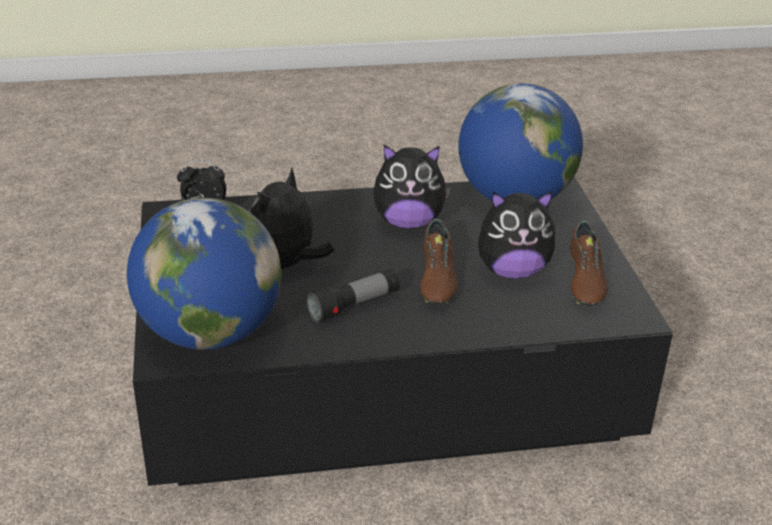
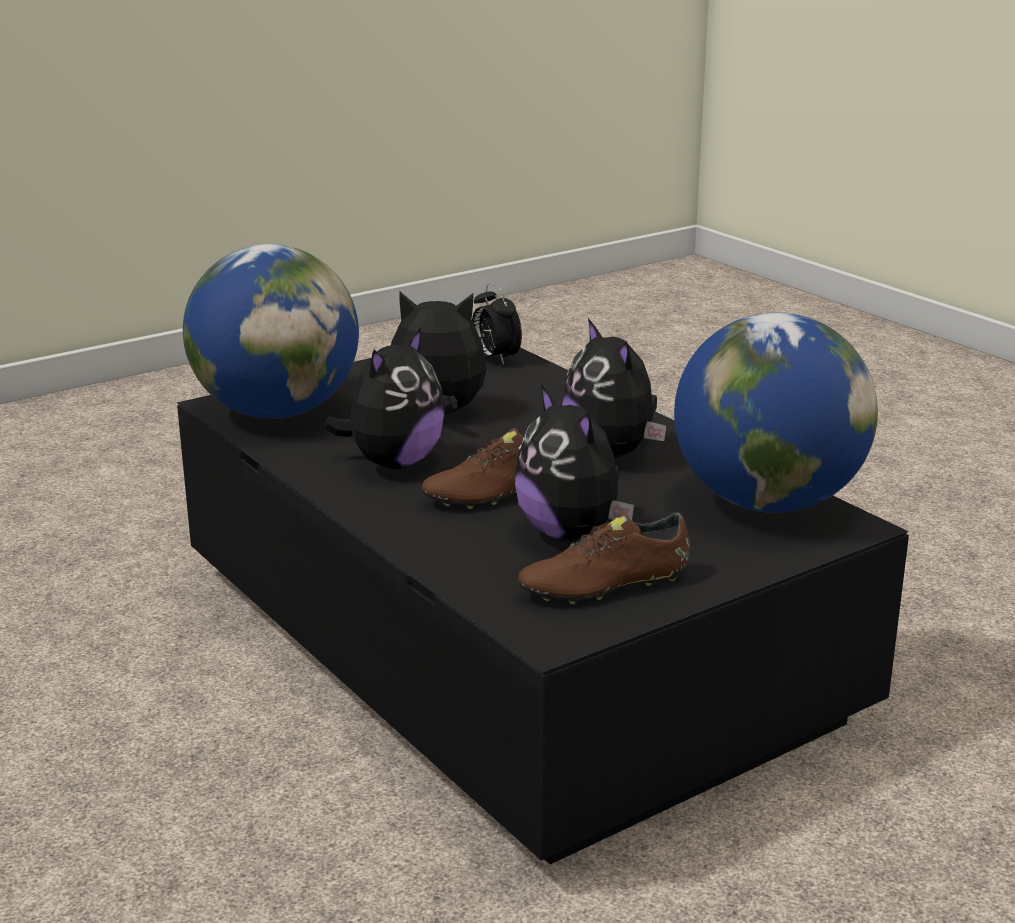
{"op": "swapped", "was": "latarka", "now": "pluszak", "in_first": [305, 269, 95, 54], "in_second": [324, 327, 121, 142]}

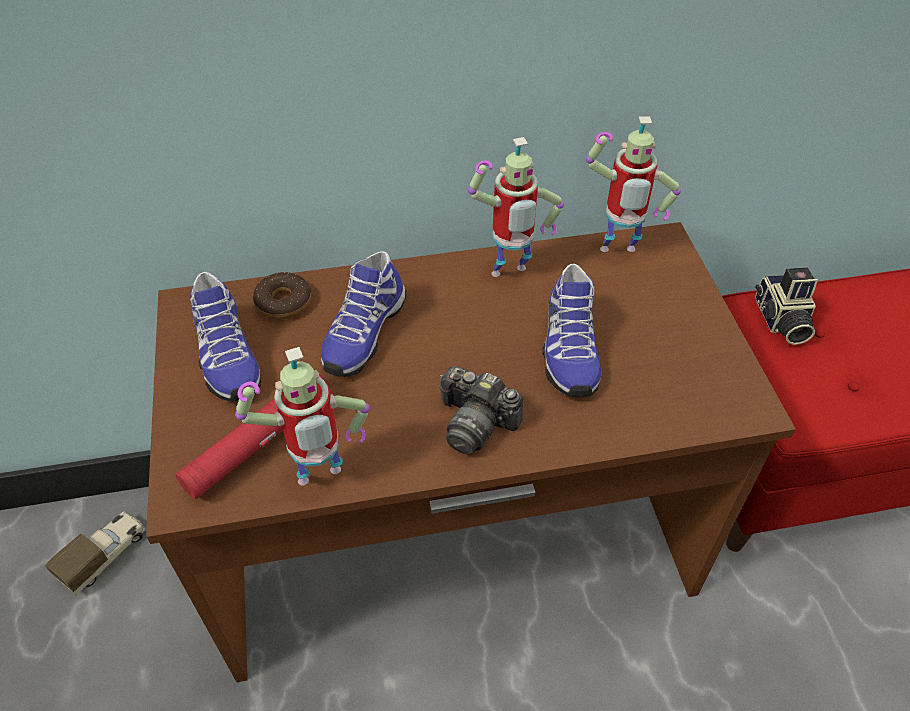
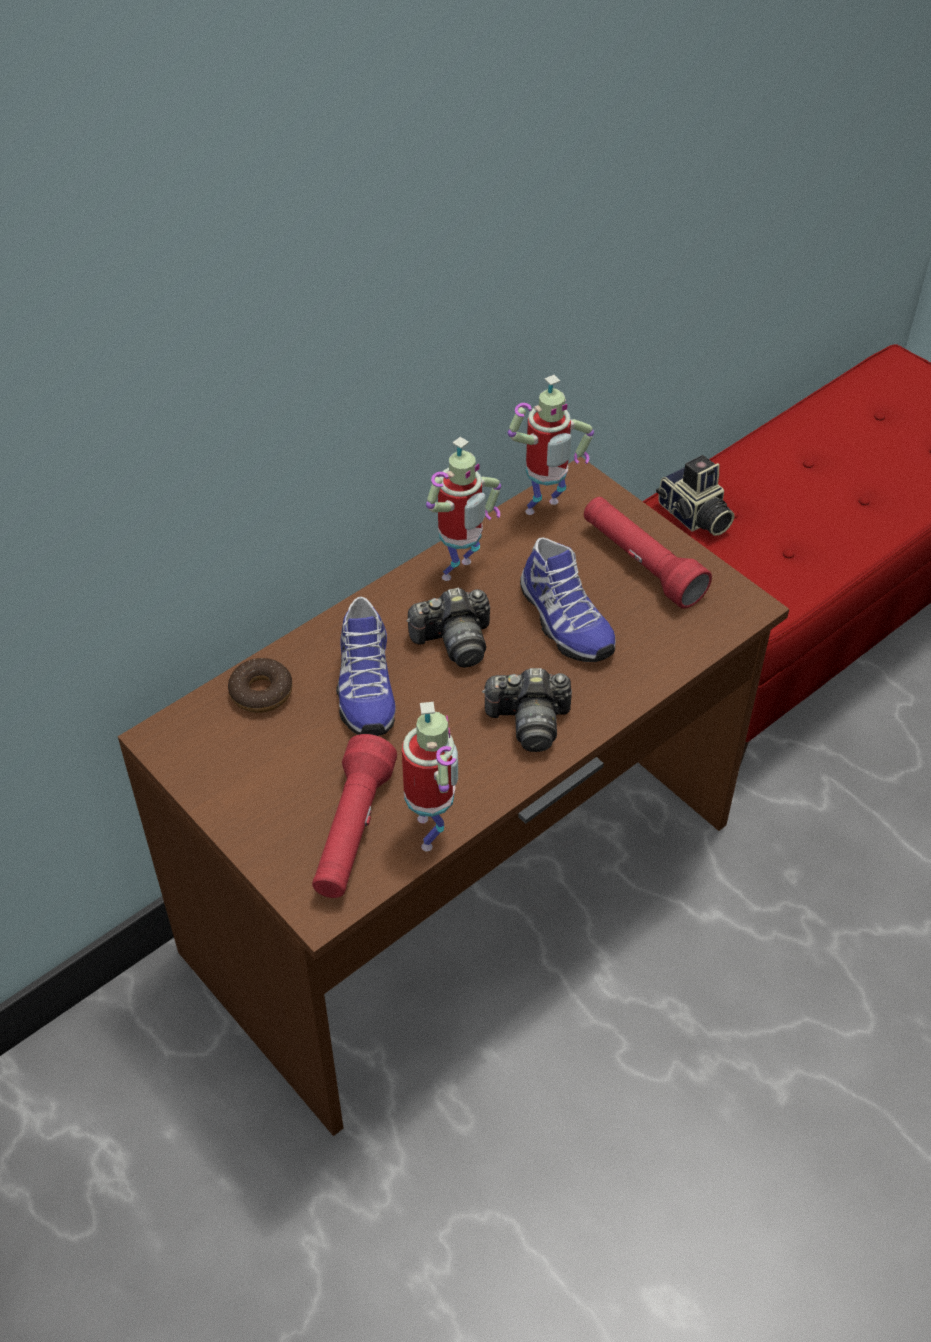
{"op": "rotated", "was": "robot zabawkowy", "in_first": [235, 347, 135, 138], "in_second": [402, 702, 56, 150], "clockwise": -45}
{"op": "new", "now": "aparat fotograficzny", "in_second": [407, 588, 83, 80]}
{"op": "new", "now": "latarka (czerwony)", "in_second": [584, 497, 128, 112]}
{"op": "gone", "was": "ciężarówka zabawkowa", "in_first": [45, 511, 101, 85]}
{"op": "gone", "was": "but", "in_first": [190, 272, 71, 130]}

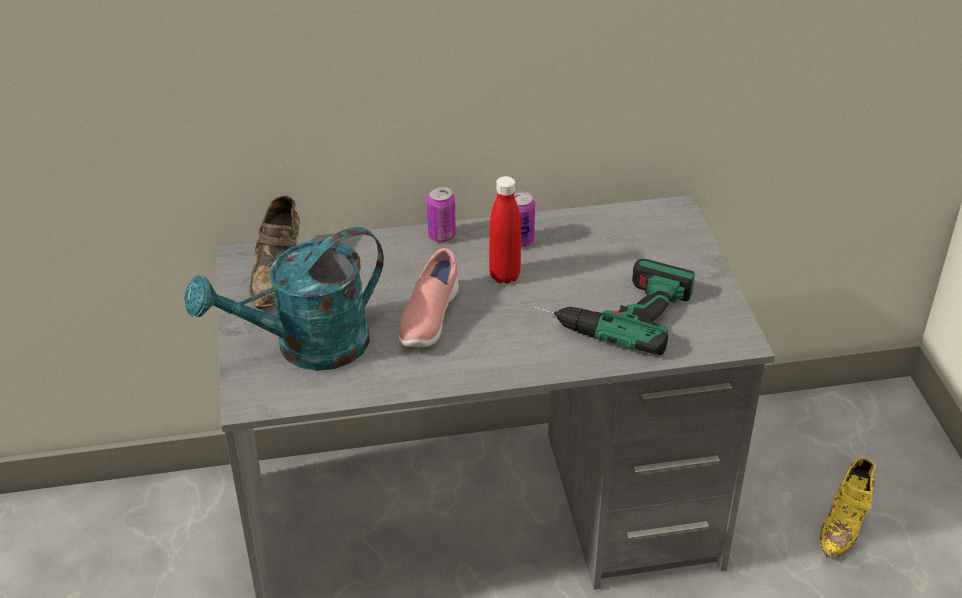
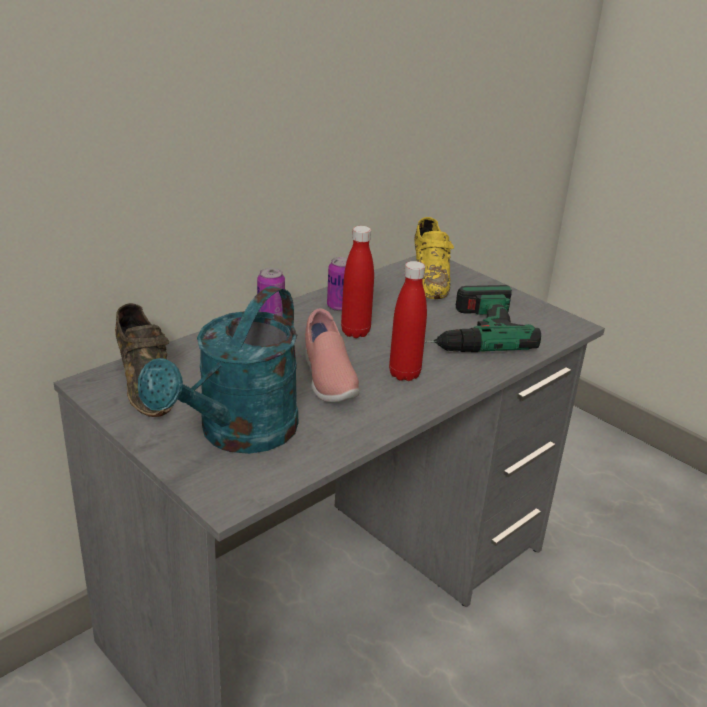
{"op": "new", "now": "butelka (czerwony)", "in_second": [389, 261, 38, 120]}
{"op": "shifted", "was": "but (żółty)", "in_first": [819, 458, 57, 100], "in_second": [414, 217, 40, 82]}

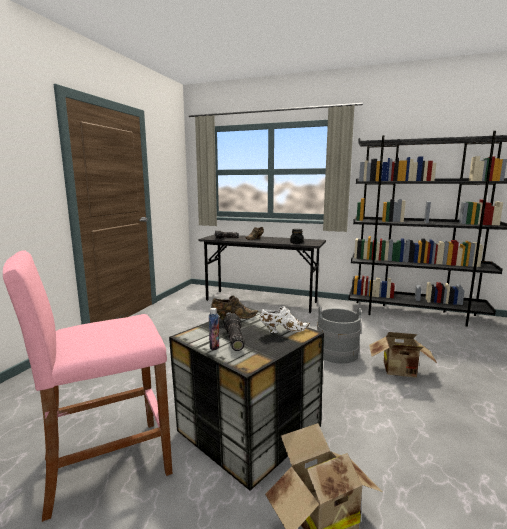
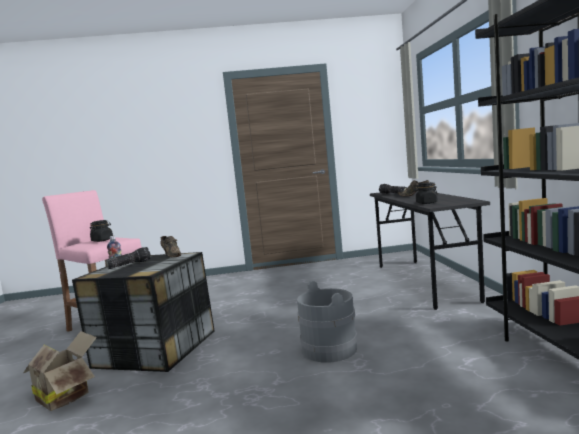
{"op": "new", "now": "słoik (czarny)", "in_second": [90, 220, 23, 22]}
{"op": "gone", "was": "but (biały)", "in_first": [260, 306, 50, 27]}
{"op": "gone", "was": "karton", "in_first": [369, 332, 68, 46]}

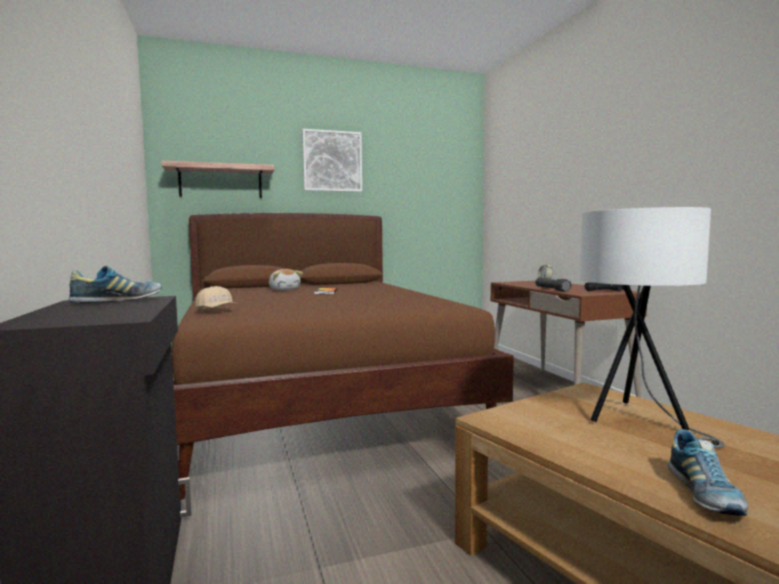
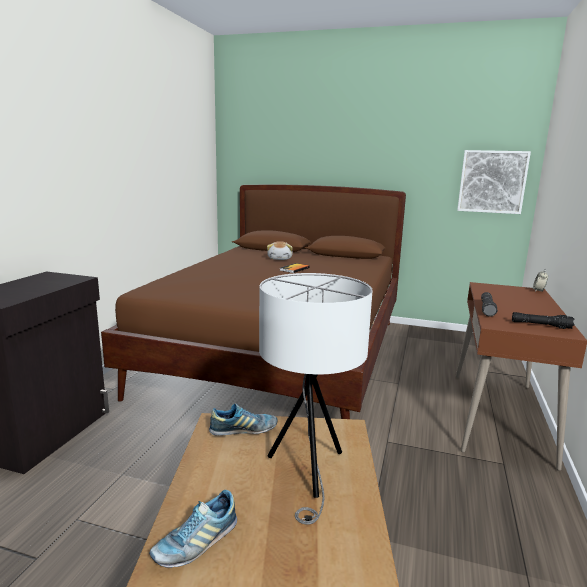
{"op": "shifted", "was": "but", "in_first": [69, 266, 93, 37], "in_second": [209, 403, 69, 33]}
{"op": "shifted", "was": "obraz", "in_first": [302, 129, 60, 63], "in_second": [457, 150, 74, 64]}
{"op": "gone", "was": "półka", "in_first": [161, 161, 114, 37]}
{"op": "gone", "was": "czapka z daszkiem (beżowy)", "in_first": [195, 286, 42, 24]}

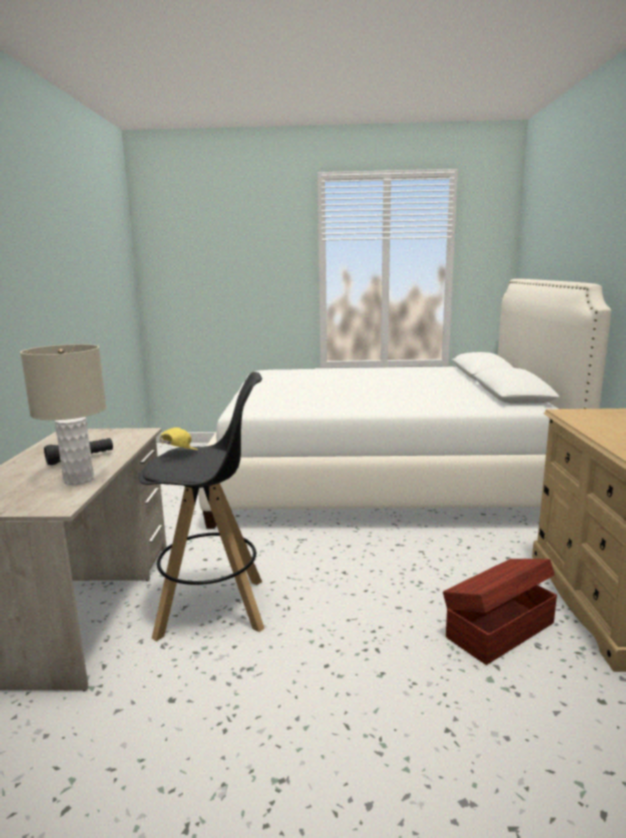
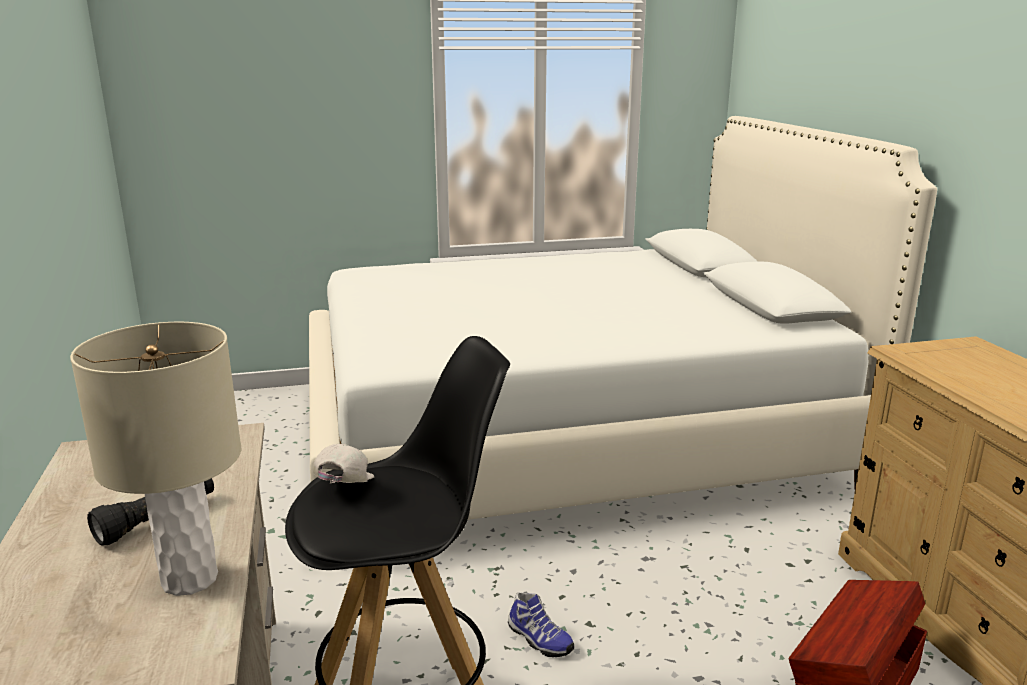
{"op": "repainted", "was": "czapka z daszkiem (żółty)", "now": "czapka z daszkiem (biały)", "in_first": [160, 427, 38, 23], "in_second": [313, 444, 61, 40]}
{"op": "new", "now": "but", "in_second": [508, 592, 66, 65]}

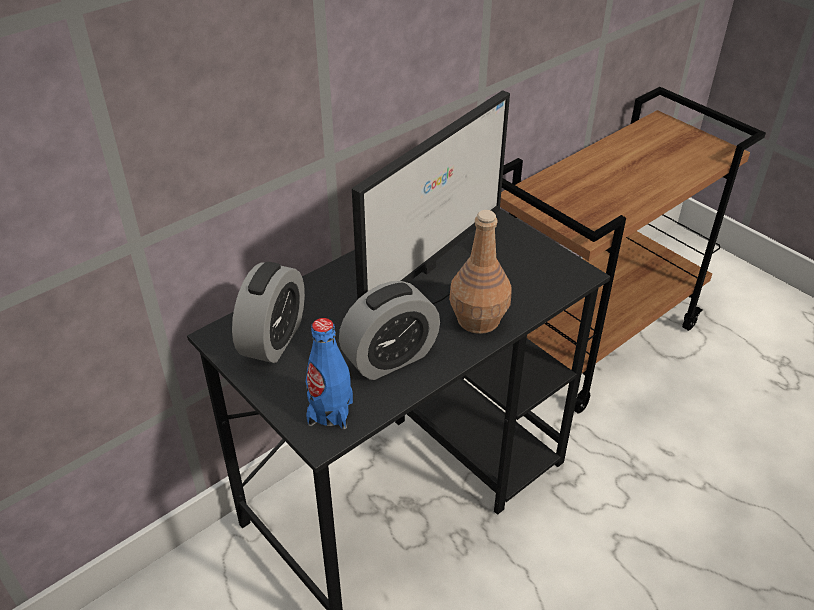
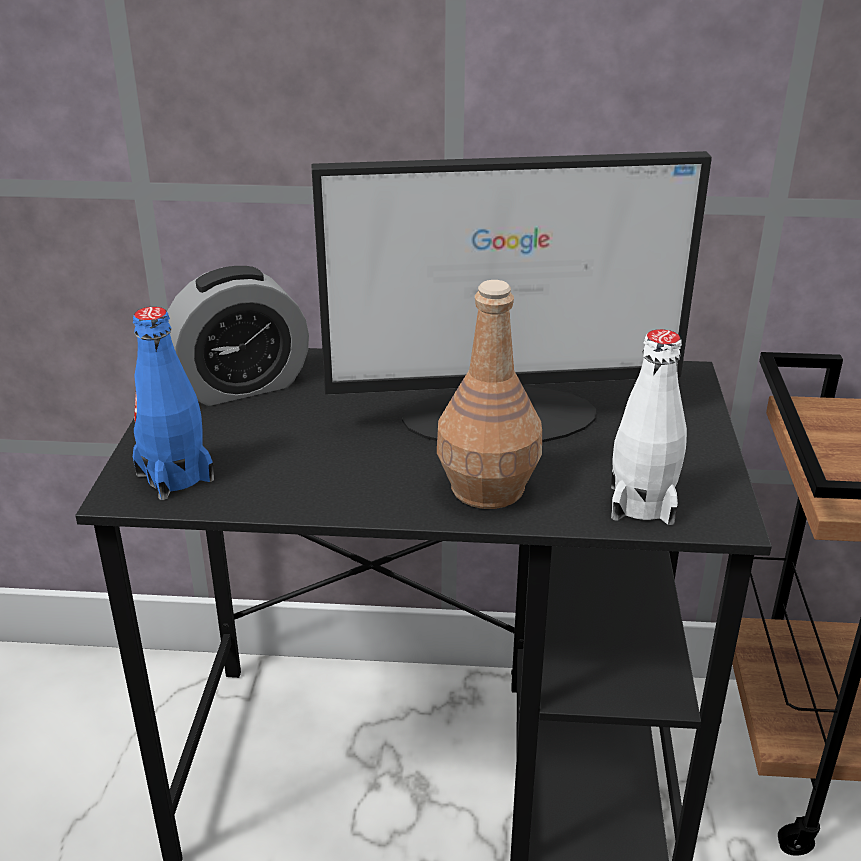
{"op": "new", "now": "butelka (biały)", "in_second": [611, 329, 76, 196]}
{"op": "gone", "was": "budzik", "in_first": [339, 281, 101, 99]}

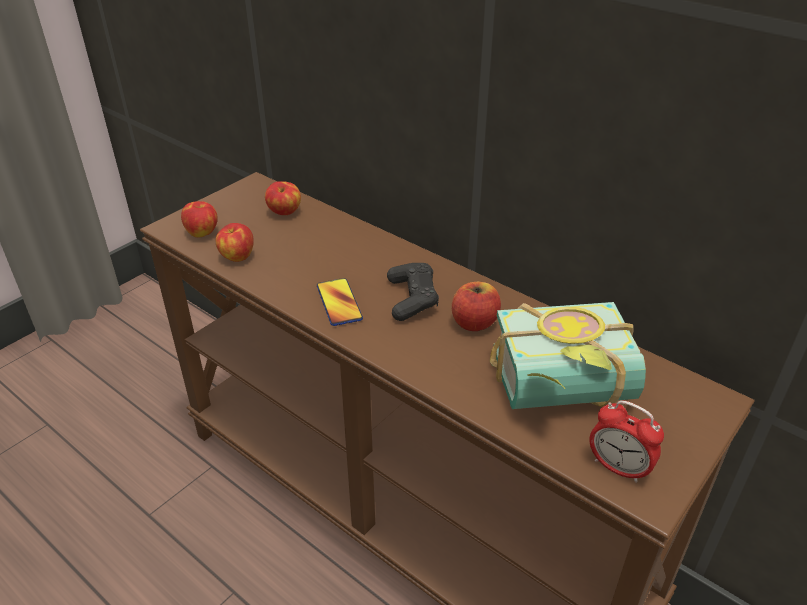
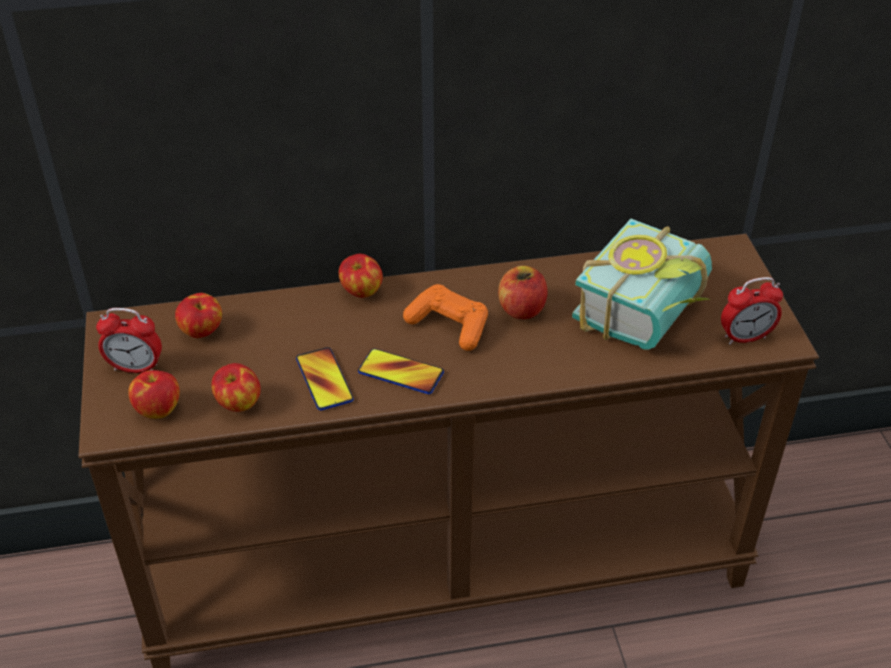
{"op": "new", "now": "budzik", "in_second": [96, 308, 66, 65]}
{"op": "new", "now": "telefon", "in_second": [296, 347, 58, 63]}
{"op": "new", "now": "jabłko", "in_second": [339, 254, 44, 44]}
{"op": "repainted", "was": "pad do gier (czarny)", "now": "pad do gier (pomarańczowy)", "in_first": [387, 263, 52, 58], "in_second": [403, 284, 85, 67]}

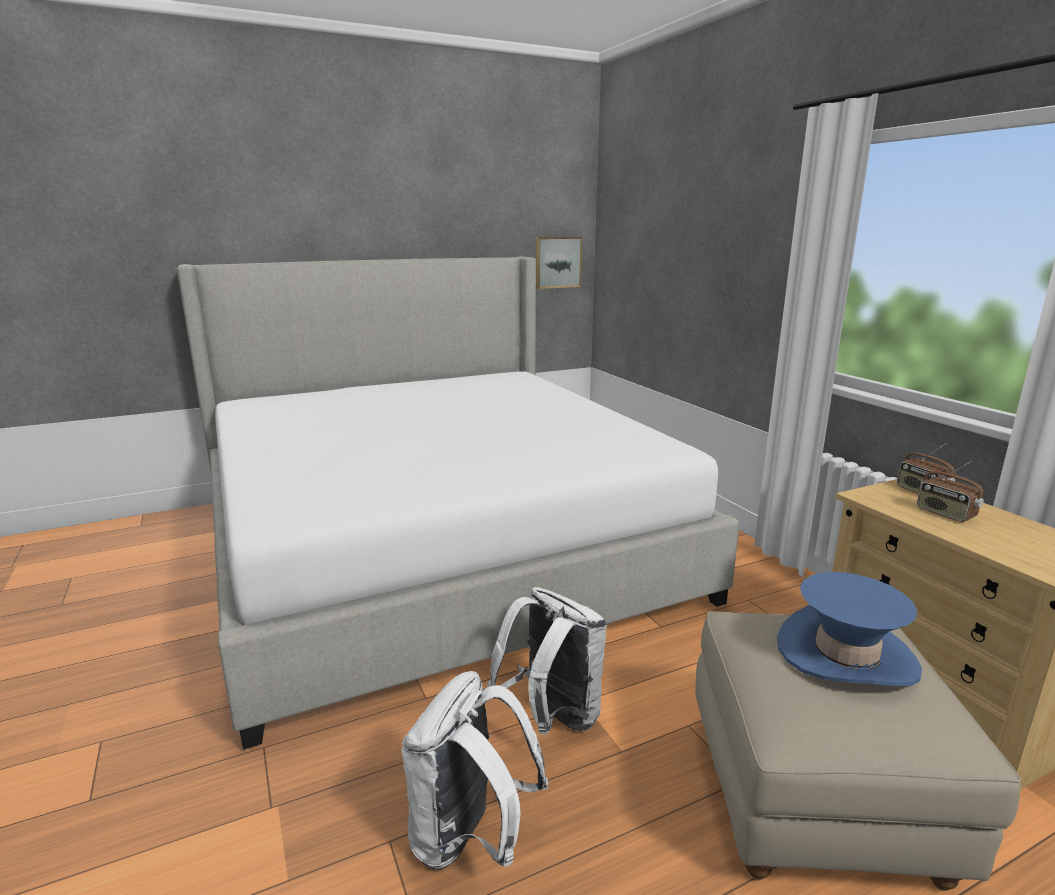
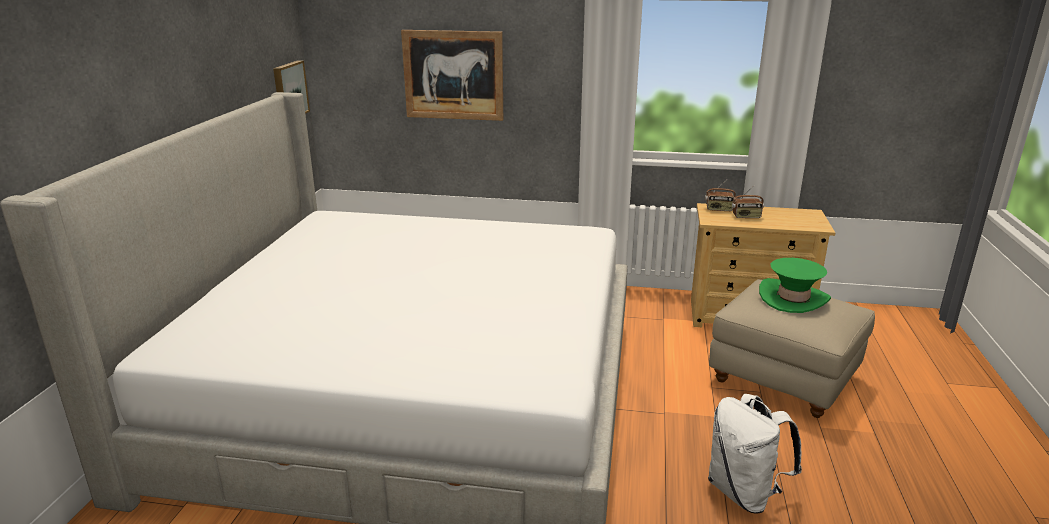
{"op": "new", "now": "obraz", "in_second": [401, 30, 102, 91]}
{"op": "repainted", "was": "kapelusz (niebieski)", "now": "kapelusz (zielony)", "in_first": [777, 572, 145, 114], "in_second": [759, 258, 72, 55]}
{"op": "gone", "was": "plecak (biały)", "in_first": [487, 587, 120, 148]}

